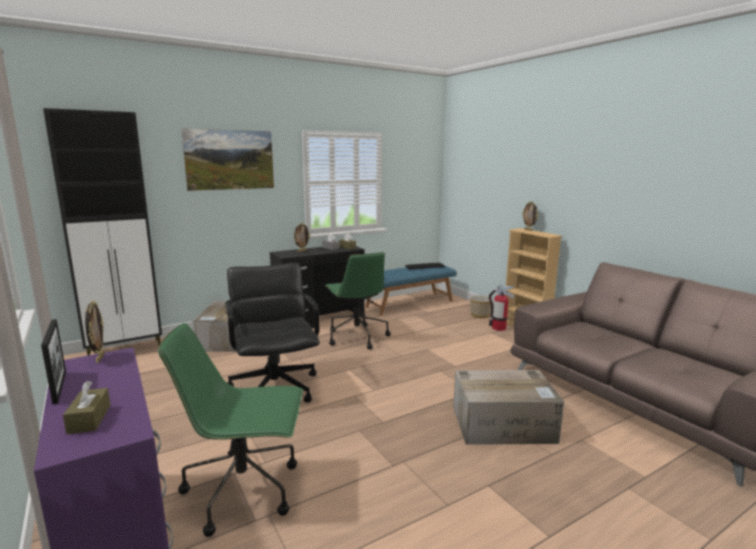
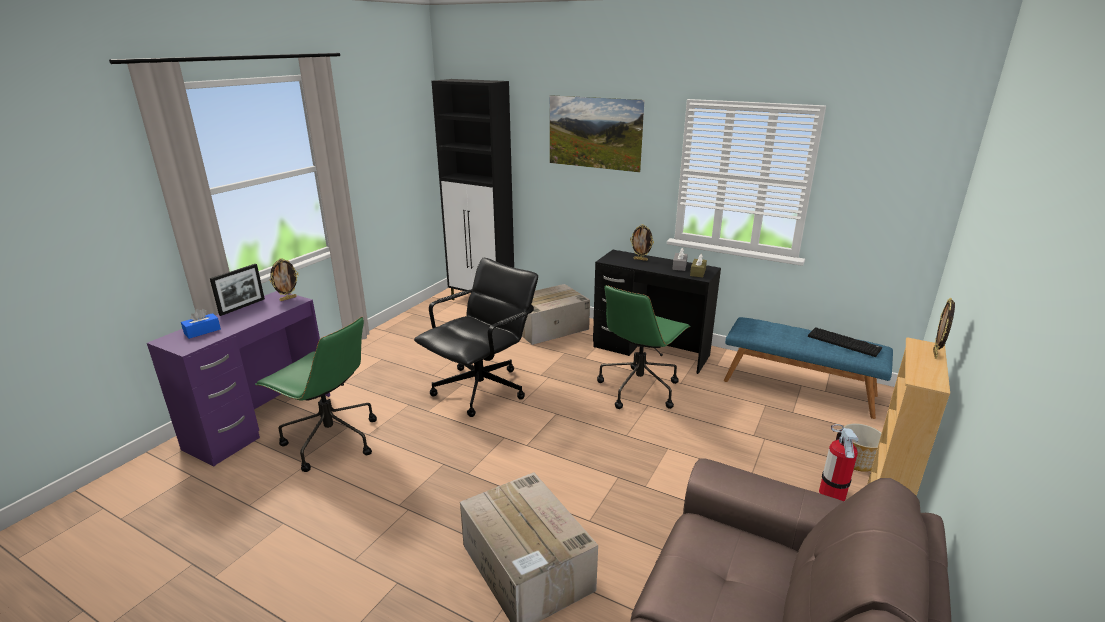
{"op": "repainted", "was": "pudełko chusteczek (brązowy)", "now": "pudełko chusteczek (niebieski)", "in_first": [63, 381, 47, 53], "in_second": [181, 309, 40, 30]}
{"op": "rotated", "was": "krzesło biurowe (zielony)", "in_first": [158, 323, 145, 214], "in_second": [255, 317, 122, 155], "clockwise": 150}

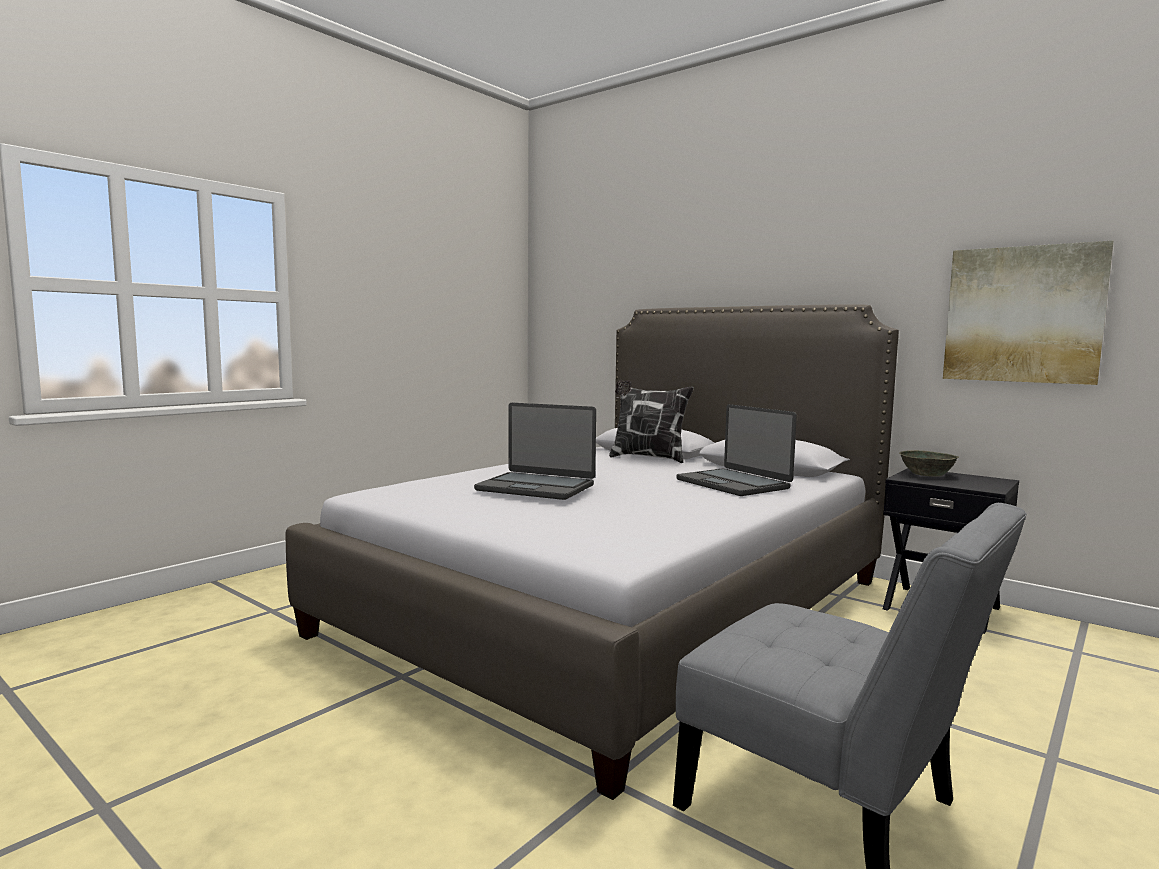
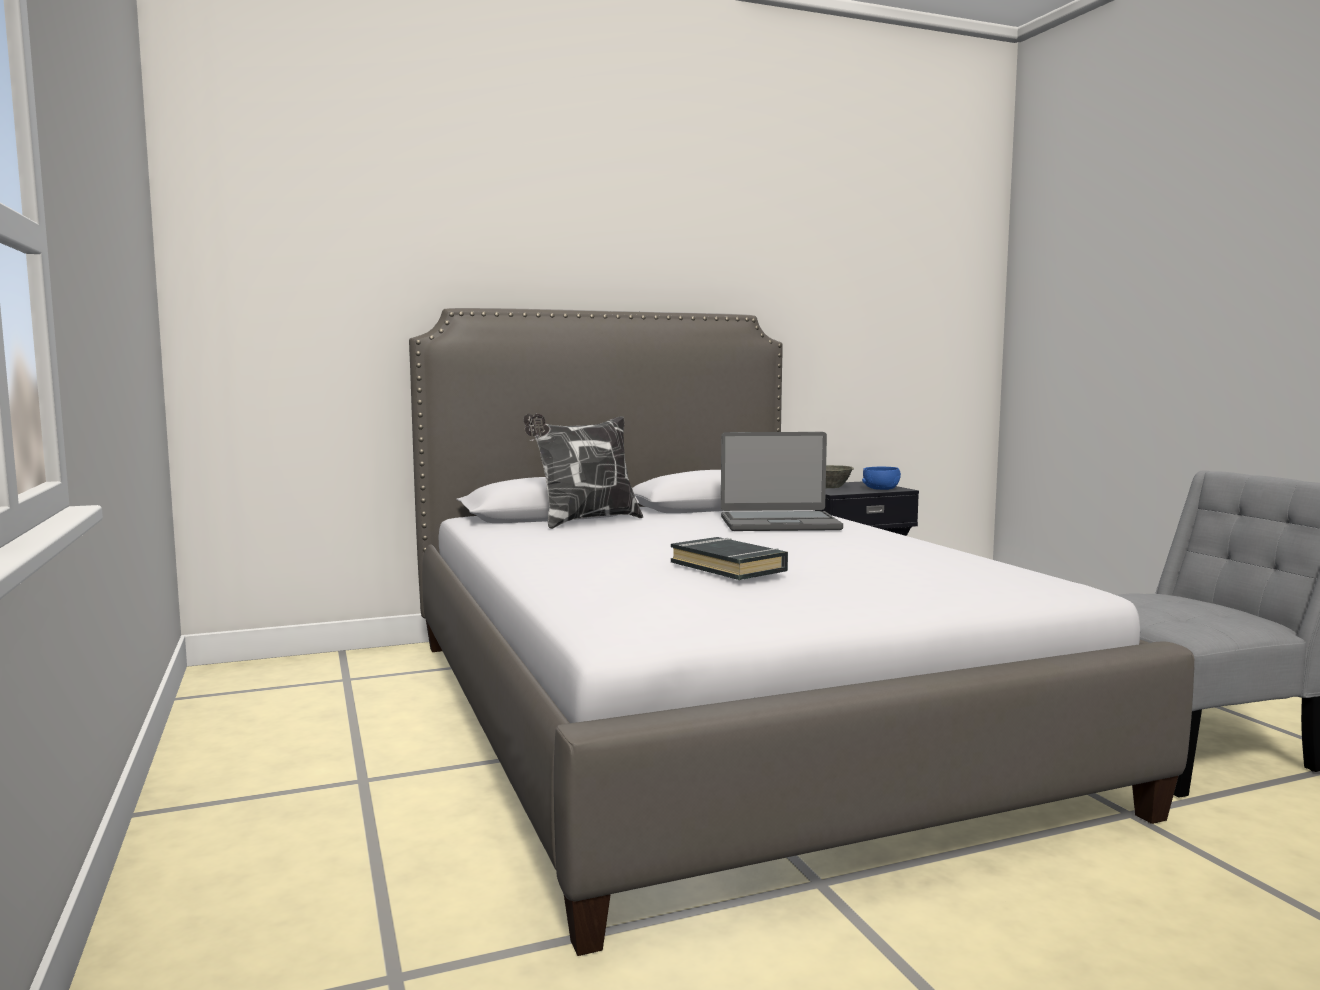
{"op": "swapped", "was": "laptop", "now": "książka (czarny)", "in_first": [474, 403, 122, 97], "in_second": [671, 537, 117, 43]}
{"op": "new", "now": "miska (niebieski)", "in_second": [862, 467, 39, 23]}
{"op": "gone", "was": "obraz", "in_first": [943, 241, 171, 144]}

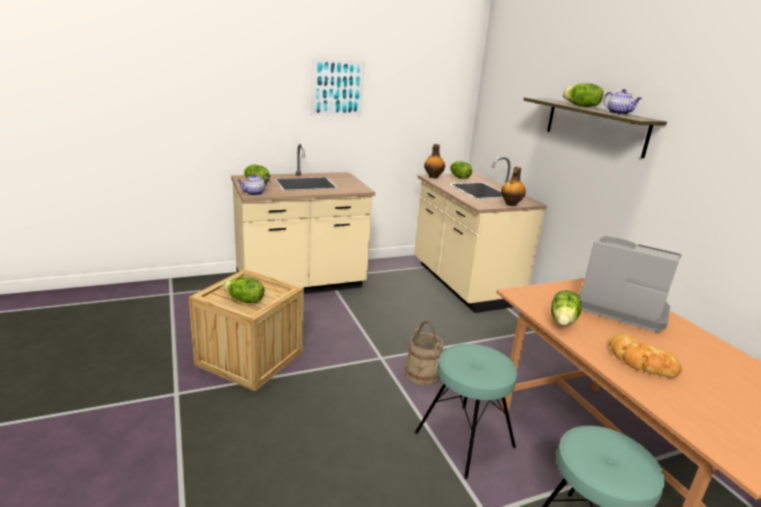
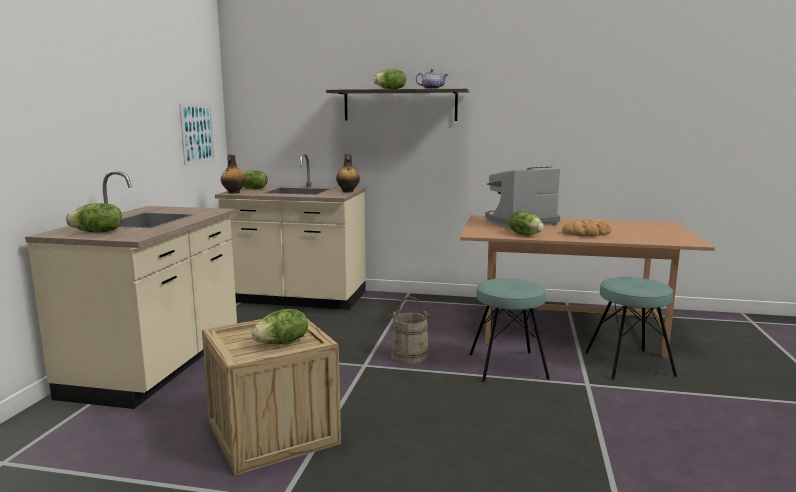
{"op": "shifted", "was": "obraz", "in_first": [311, 58, 54, 59], "in_second": [179, 103, 36, 62]}
{"op": "gone", "was": "imbryk", "in_first": [237, 174, 34, 21]}

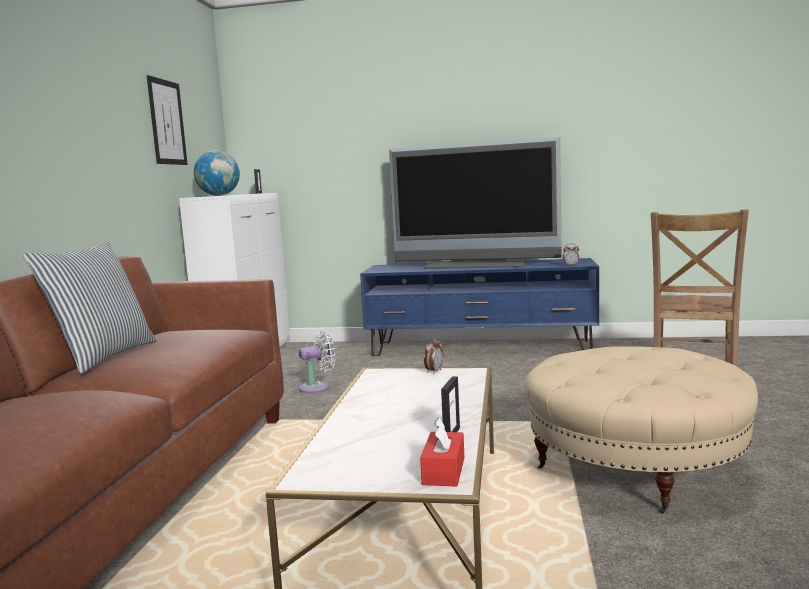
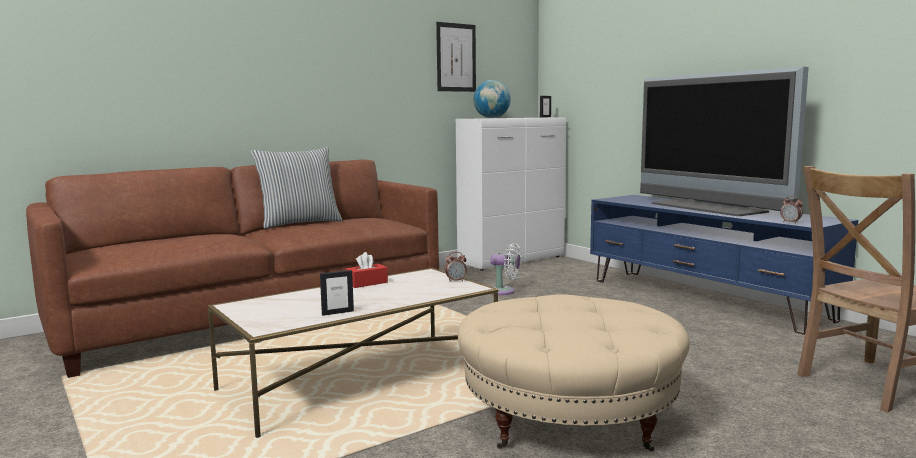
{"op": "shifted", "was": "pudełko chusteczek (czerwony)", "in_first": [420, 417, 44, 70], "in_second": [346, 252, 42, 36]}

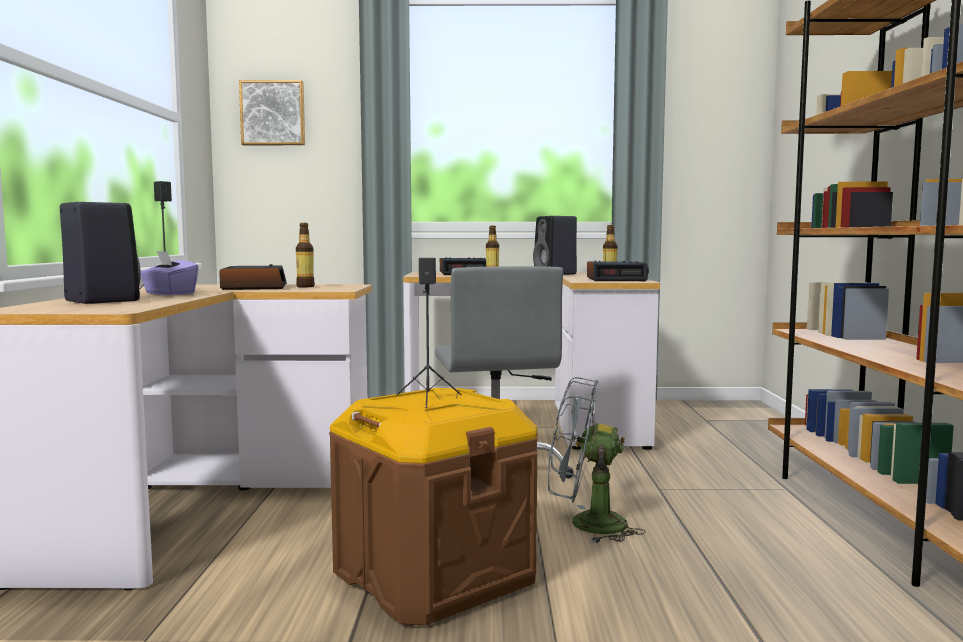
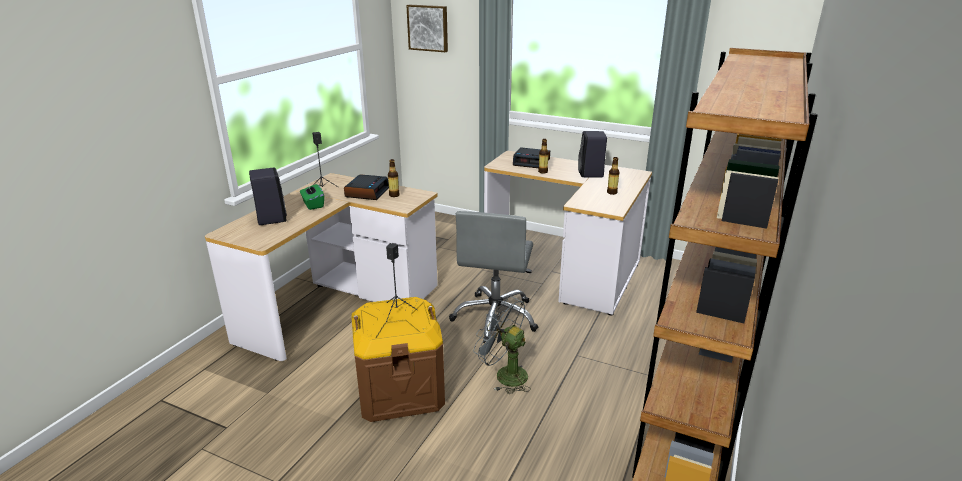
{"op": "repainted", "was": "pudełko chusteczek (fioletowy)", "now": "pudełko chusteczek (zielony)", "in_first": [141, 250, 58, 45], "in_second": [300, 184, 24, 26]}
{"op": "gone", "was": "budzik", "in_first": [587, 261, 62, 20]}

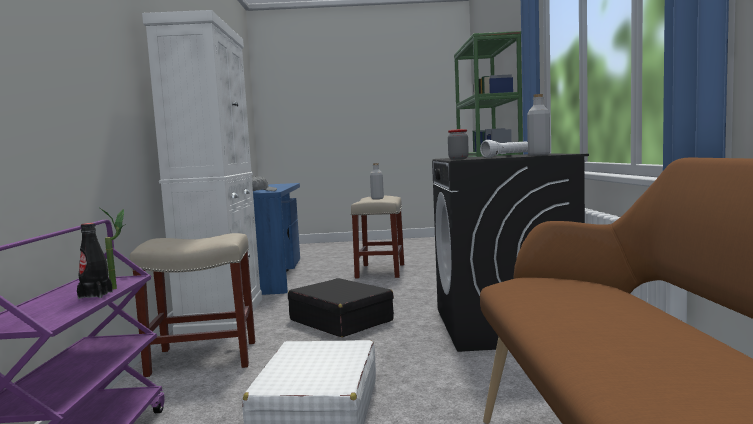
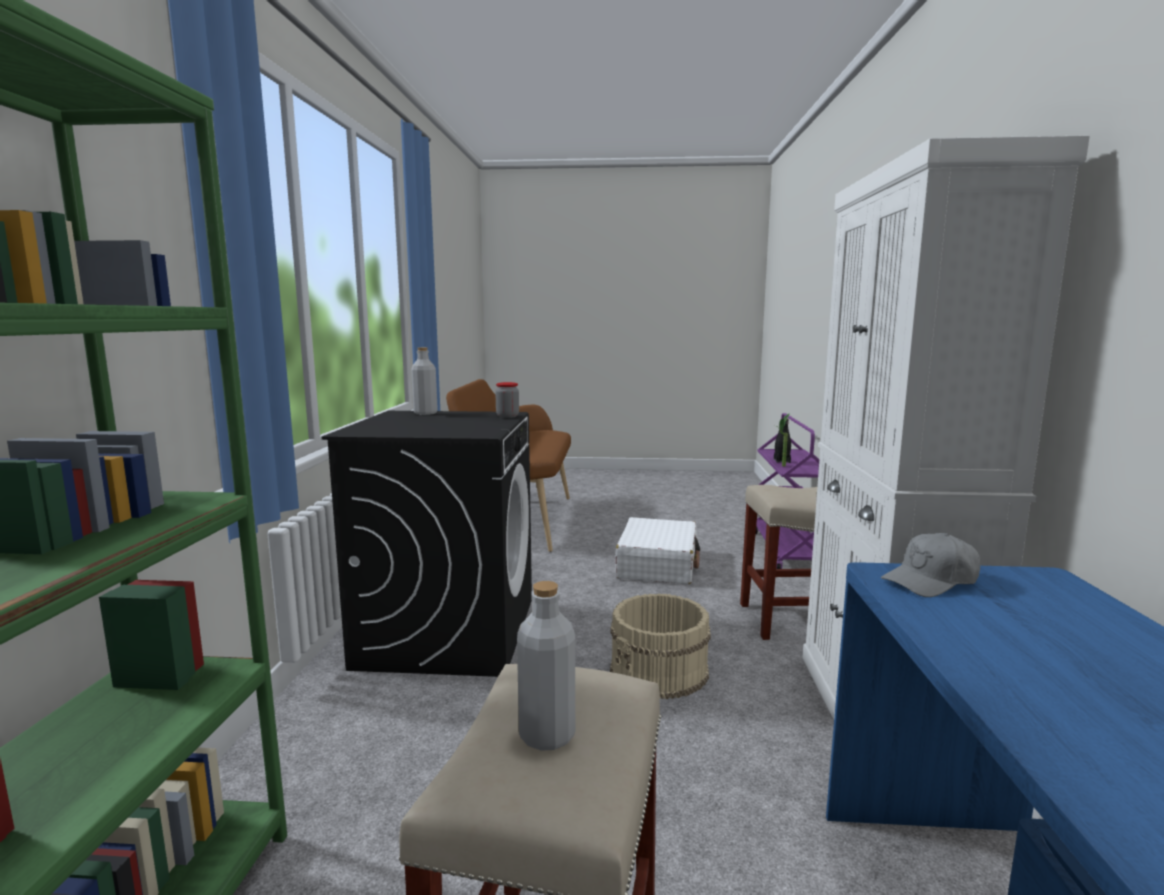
{"op": "swapped", "was": "walizka (czarny)", "now": "wiadro (beżowy)", "in_first": [288, 278, 106, 59], "in_second": [610, 594, 101, 105]}
{"op": "gone", "was": "latarka (biały)", "in_first": [480, 140, 48, 18]}

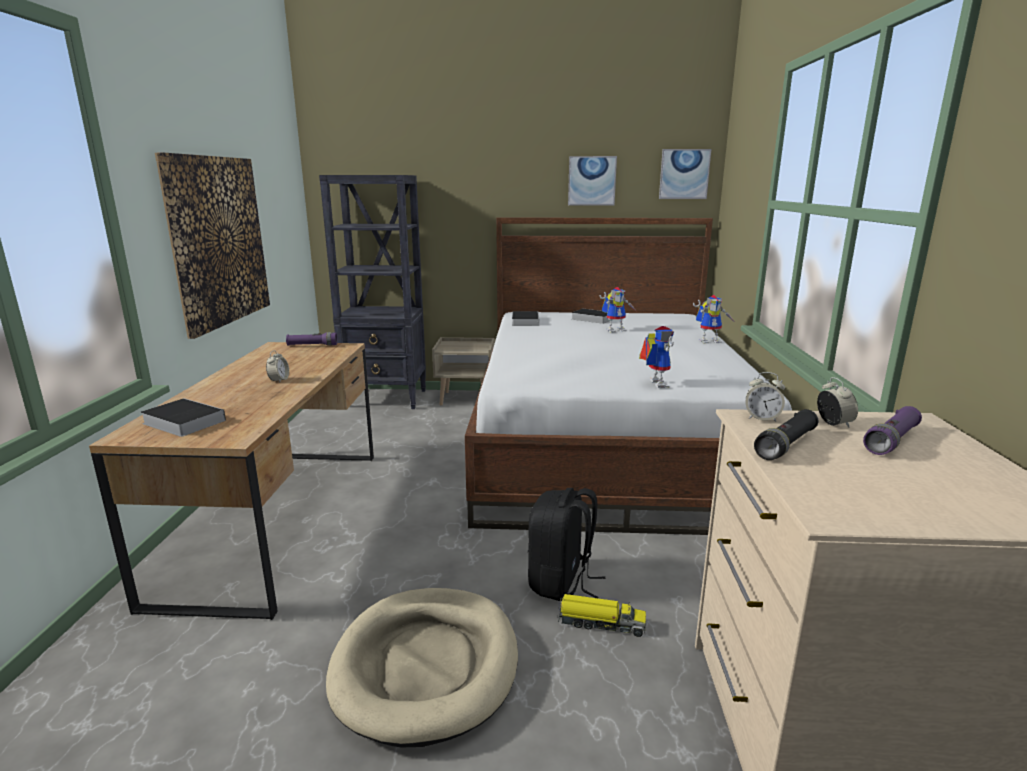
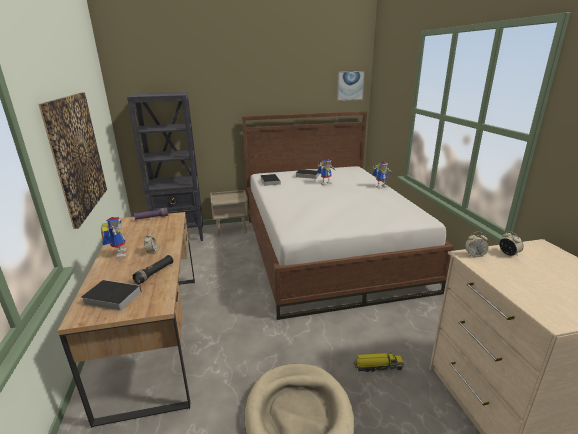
{"op": "shifted", "was": "robot zabawkowy", "in_first": [639, 326, 35, 62], "in_second": [101, 217, 25, 41]}
{"op": "shifted", "was": "latarka (czarny)", "in_first": [754, 409, 64, 51], "in_second": [133, 255, 40, 29]}
{"op": "gone", "was": "plecak (czarny)", "in_first": [528, 488, 77, 113]}
{"op": "gone", "was": "obraz", "in_first": [568, 156, 49, 49]}
{"op": "gone", "was": "latarka (fioletowy)", "in_first": [863, 406, 59, 49]}

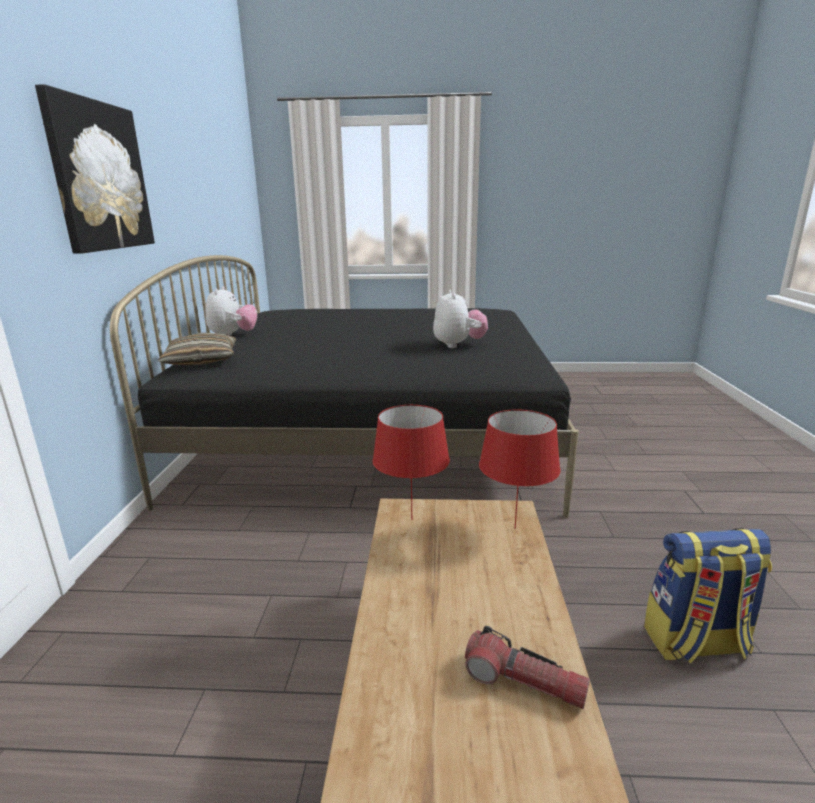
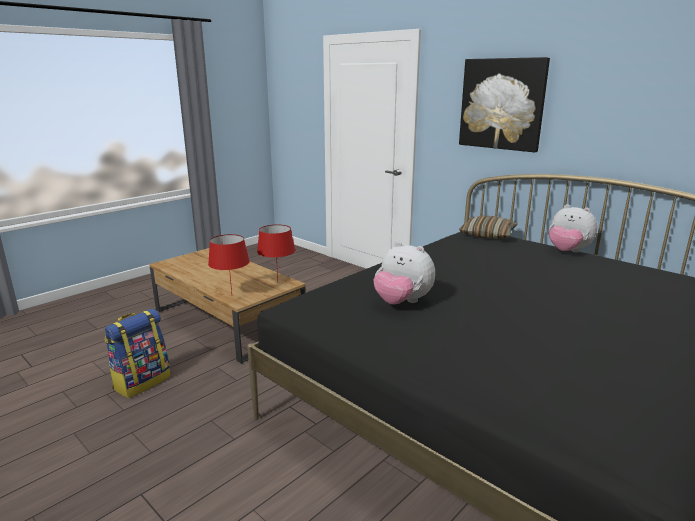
{"op": "gone", "was": "latarka", "in_first": [465, 626, 125, 83]}

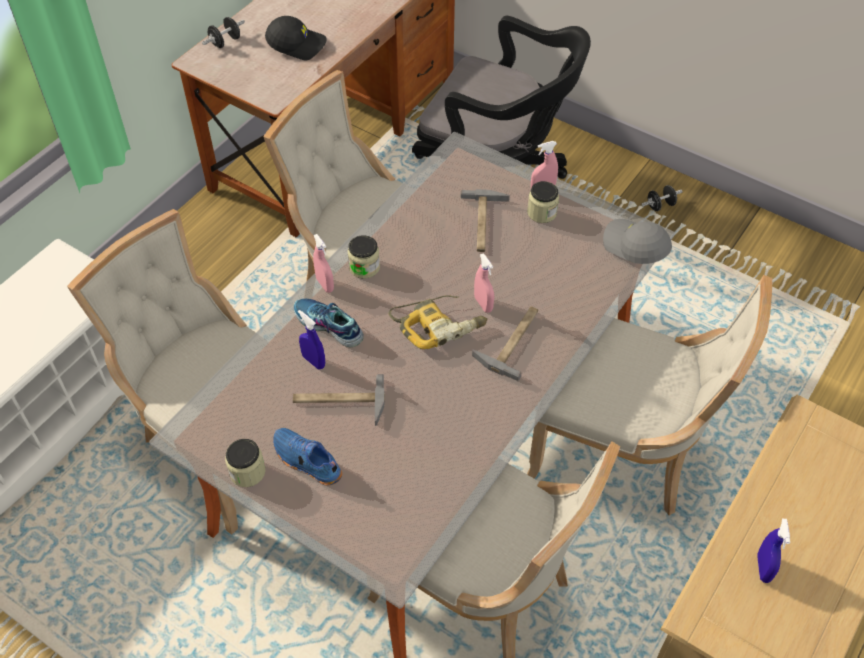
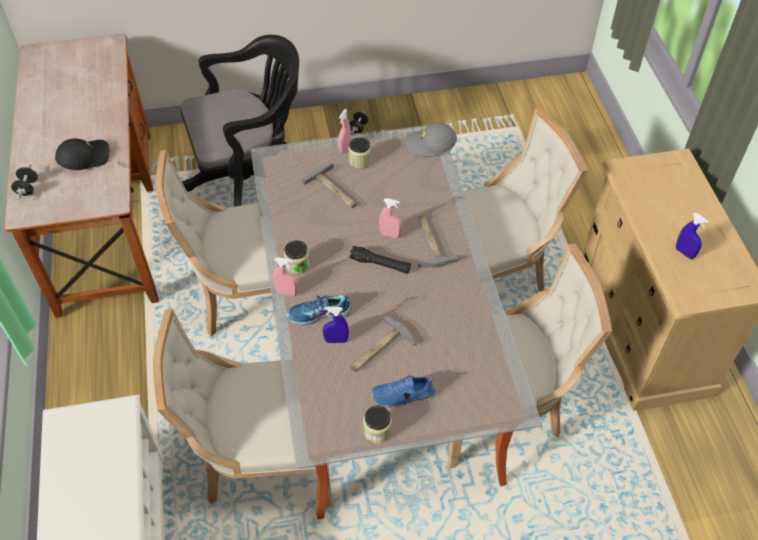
{"op": "swapped", "was": "wiertarka", "now": "latarka (czarny)", "in_first": [388, 295, 99, 54], "in_second": [349, 246, 62, 28]}

